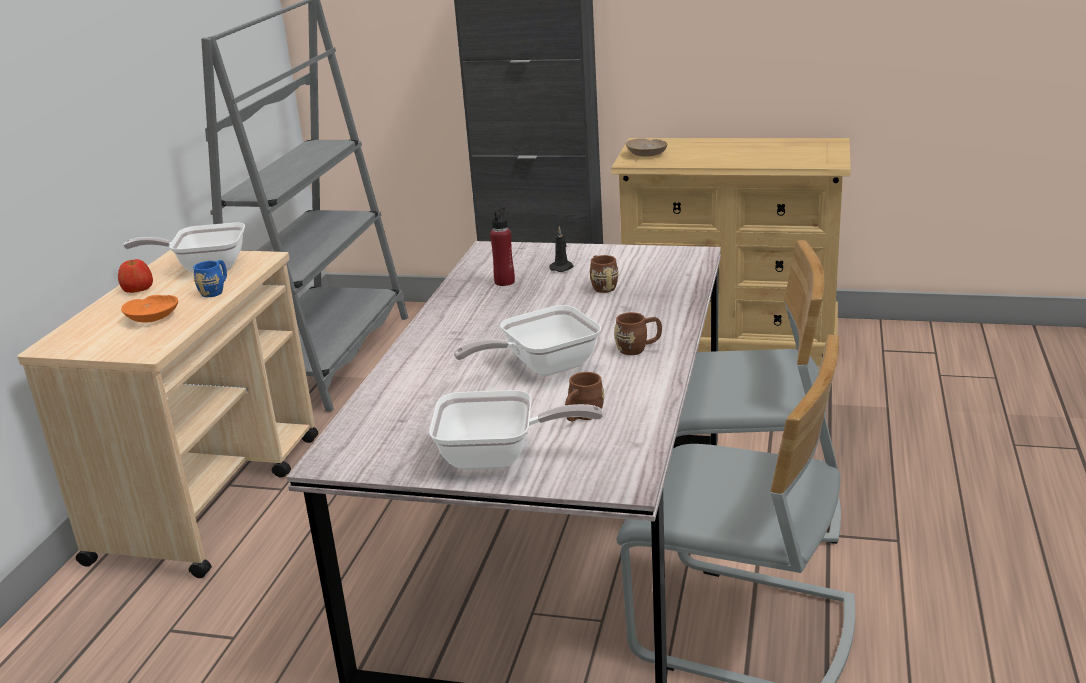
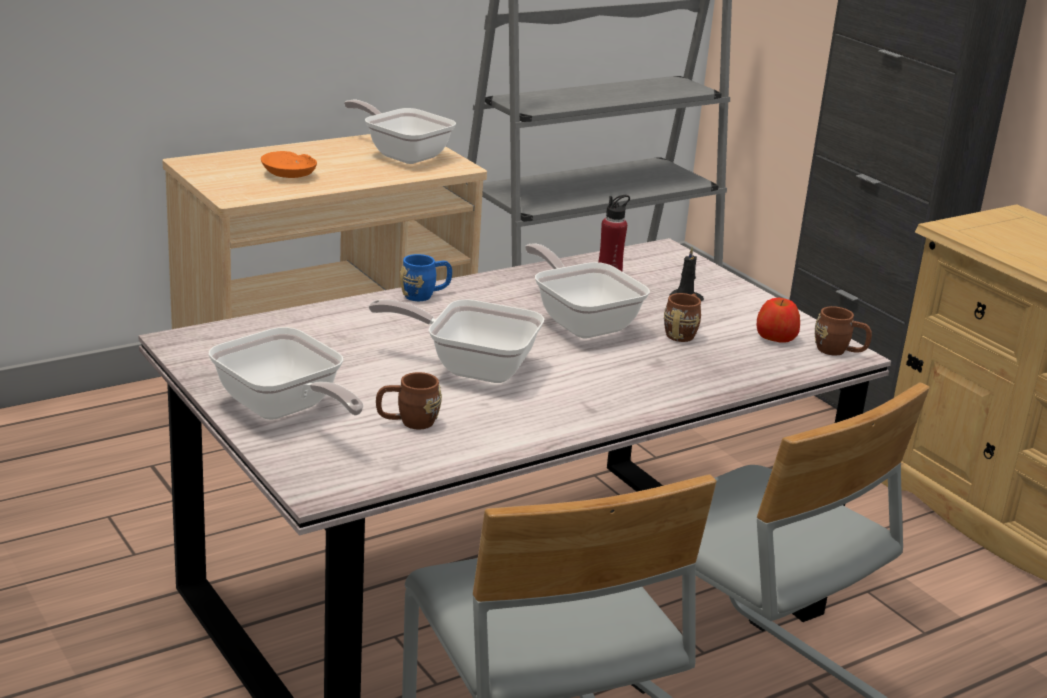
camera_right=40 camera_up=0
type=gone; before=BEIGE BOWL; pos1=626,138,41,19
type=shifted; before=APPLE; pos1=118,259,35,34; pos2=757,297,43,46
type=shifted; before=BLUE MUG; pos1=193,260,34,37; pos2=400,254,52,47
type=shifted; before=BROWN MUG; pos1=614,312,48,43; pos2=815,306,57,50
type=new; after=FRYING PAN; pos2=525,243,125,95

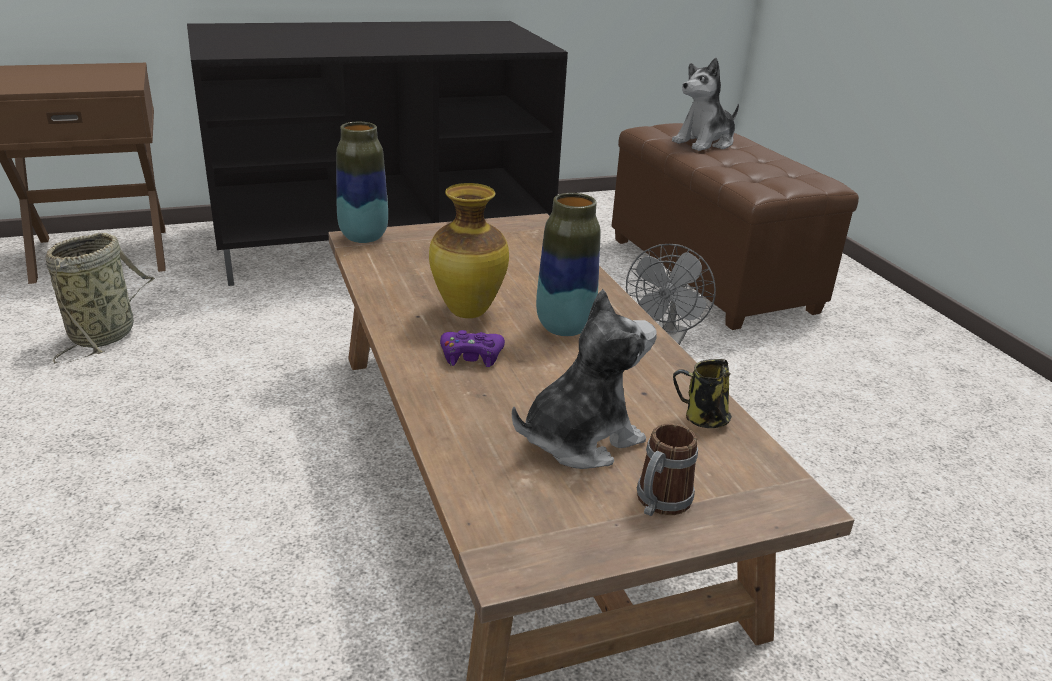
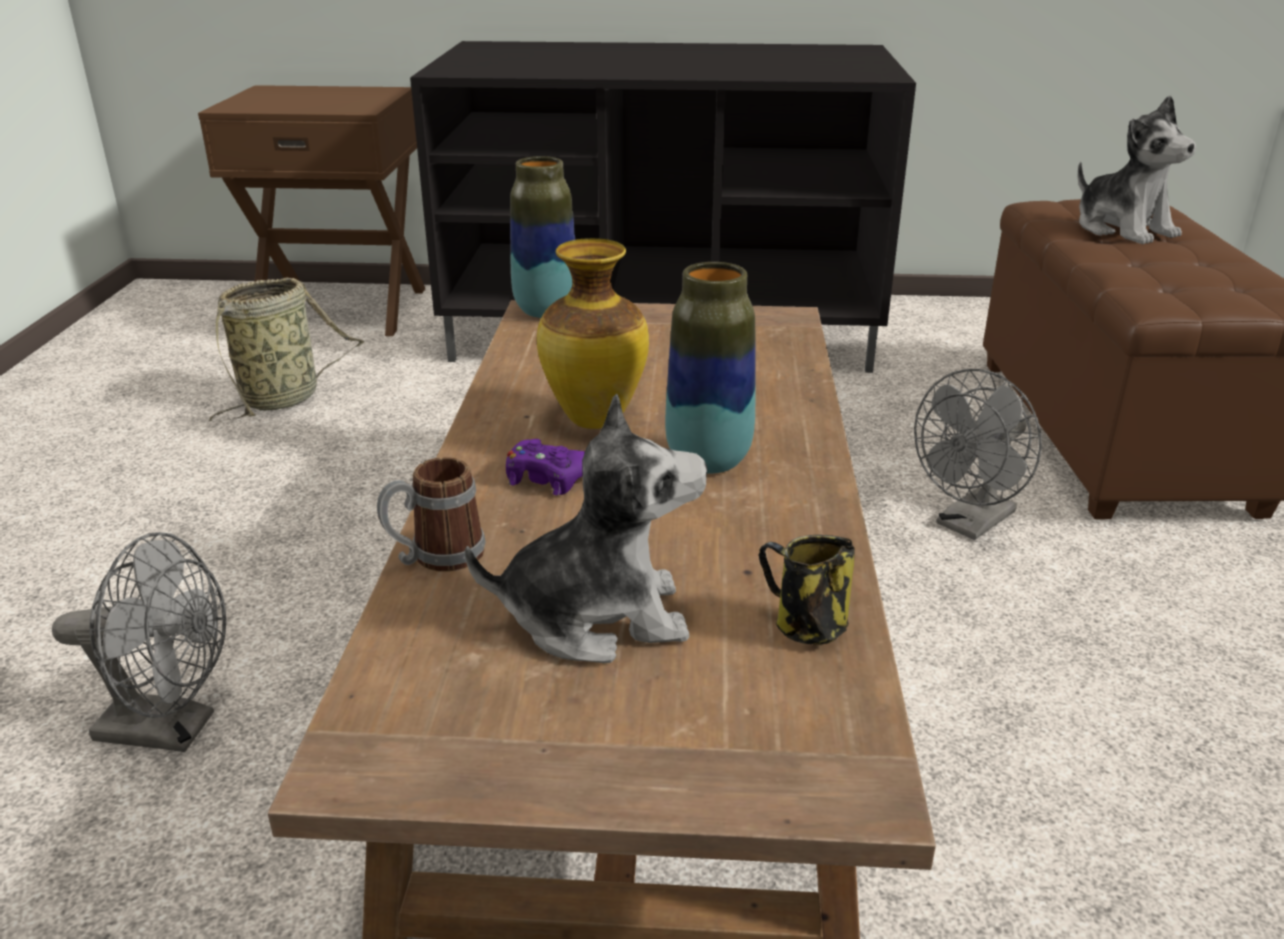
camera_right=25 camera_up=0
type=rotated; before=PLUSH TOY; pos1=672,58,67,93; pos2=1078,95,118,149; turn=-105
type=shifted; before=MUG; pos1=637,423,61,93; pos2=377,457,109,115
type=new; after=GREY FAN; pos2=52,532,174,220

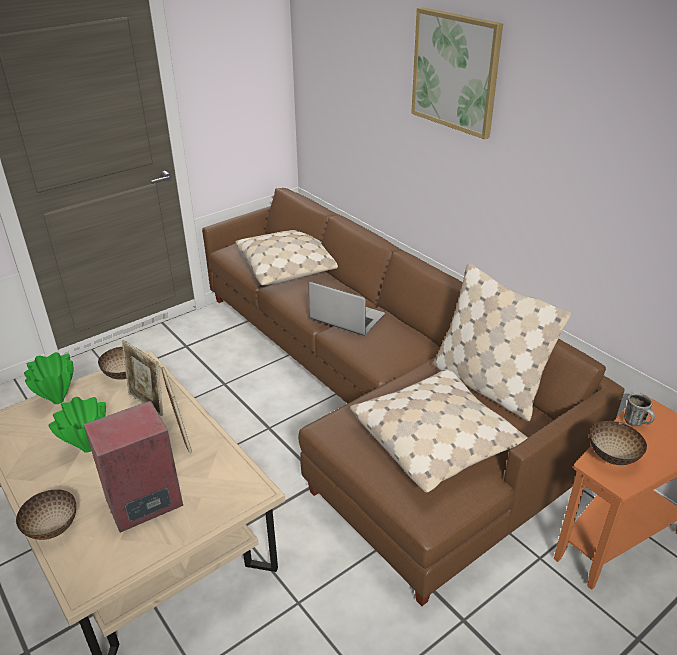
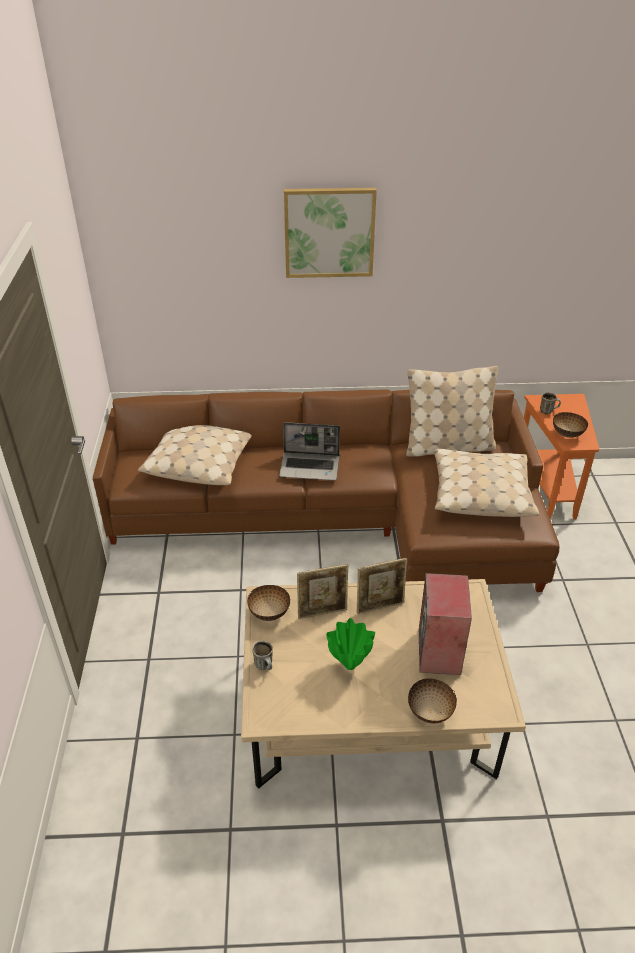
camera_right=-55 camera_up=5
type=rotated; before=LAPTOP; pos1=308,281,77,55; pos2=279,422,61,59; turn=-150
type=swapped; before=GREEN VASE; after=MUG; pos1=24,352,49,52; pos2=252,641,21,29
type=rotated; before=PICTURE FRAME; pos1=162,367,30,86; pos2=357,558,50,56; turn=150

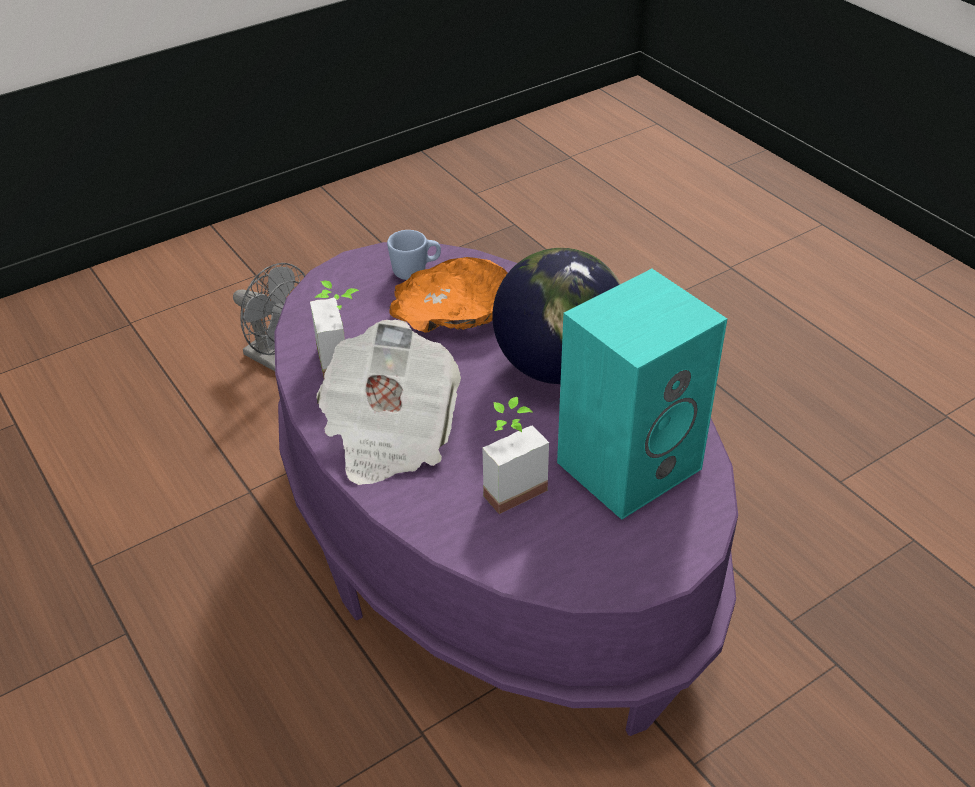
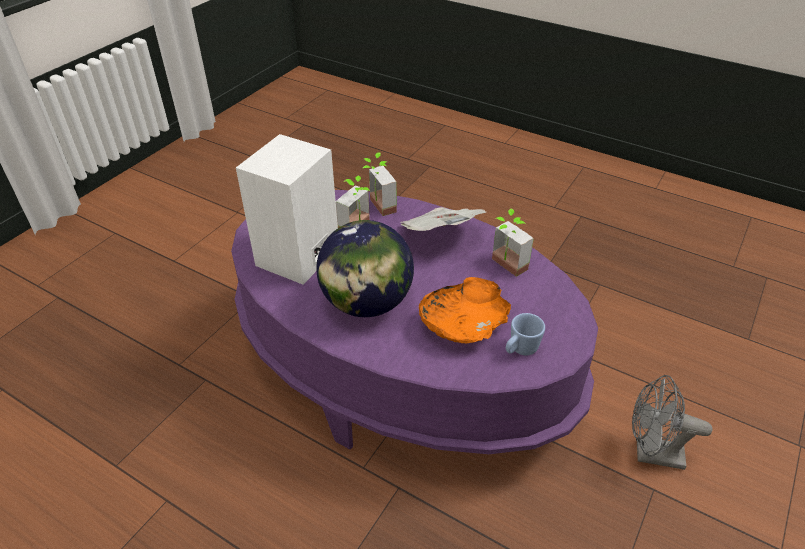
camera_right=155 camera_up=0
type=repainted; before=TURQUOISE SPEAKER; after=WHITE SPEAKER; pos1=557,269,170,251; pos2=236,134,102,151
type=new; after=POTTED PLANT; pos2=363,152,34,64

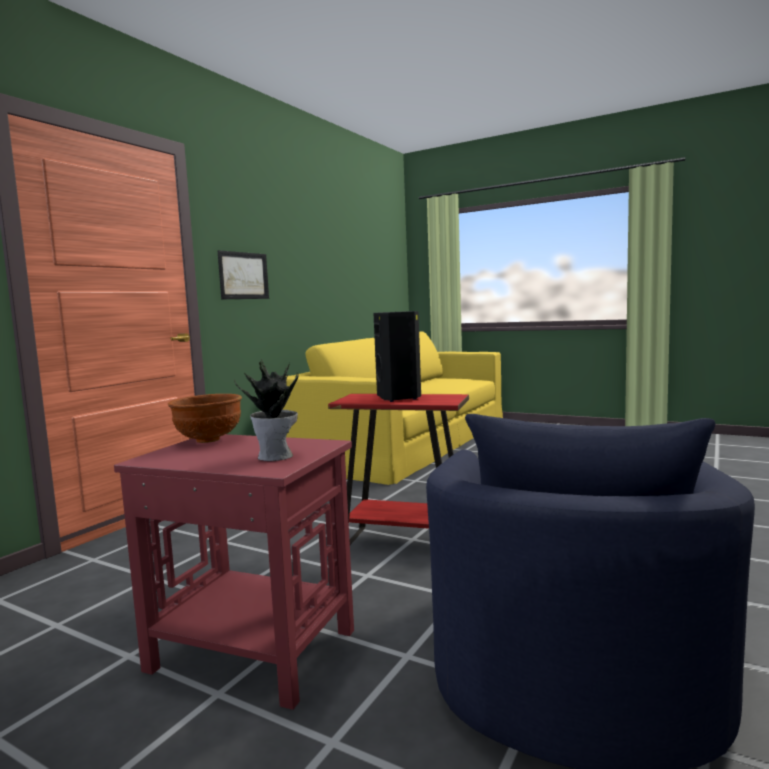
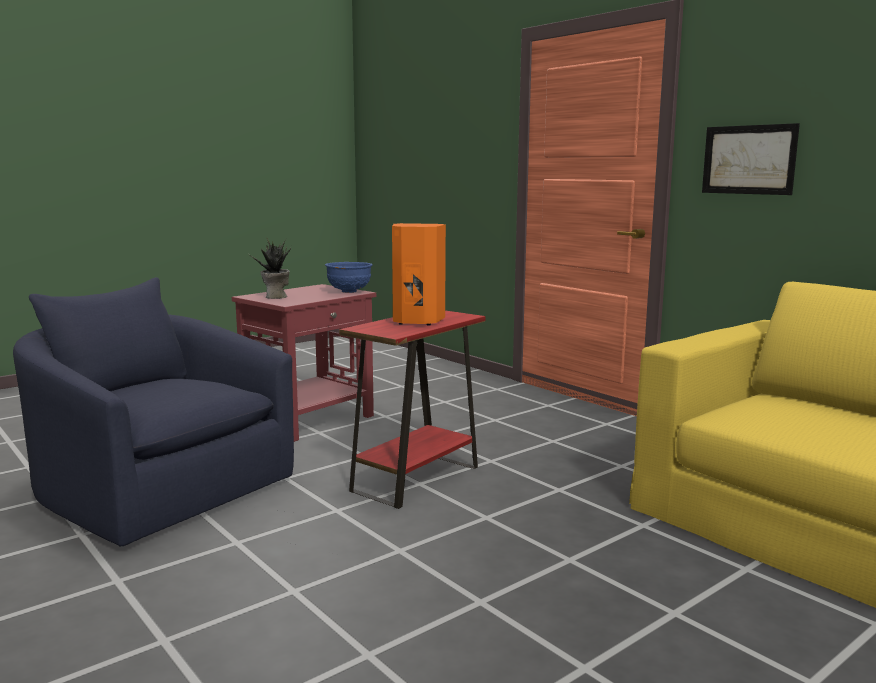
camera_right=110 camera_up=5
type=repainted; before=BLACK SPEAKER; after=ORANGE SPEAKER; pos1=373,311,48,91; pos2=392,223,54,103
type=repainted; before=BROWN BOWL; after=BLUE BOWL; pos1=168,394,74,49; pos2=325,262,48,31

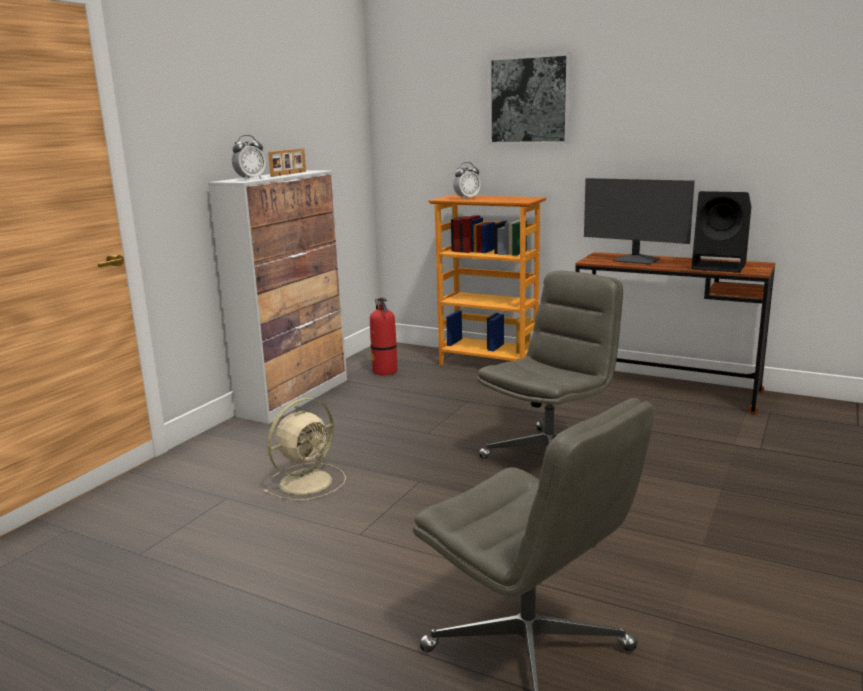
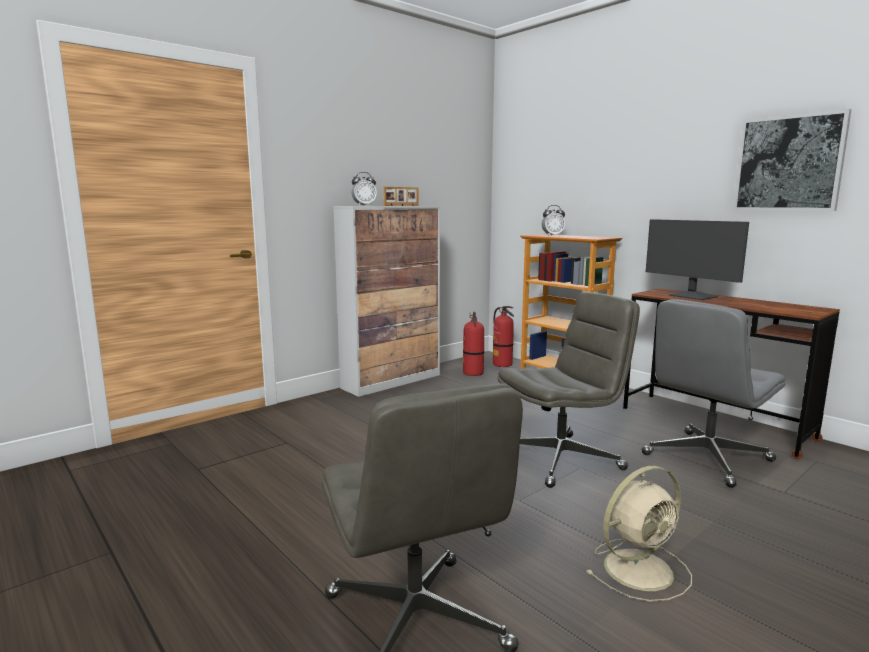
camera_right=20 camera_up=-5
type=shifted; before=PICTURE; pos1=488,52,84,93; pos2=733,109,118,102
type=gone; before=BLACK SPEAKER; pos1=691,191,60,82
type=shifted; before=BEIGE FAN; pos1=264,398,82,103; pos2=586,466,106,136
type=new; after=GREY OFFICE CHAIR; pos2=642,299,143,189
type=new; after=FIRE EXTINGUISHER; pos2=493,306,21,61

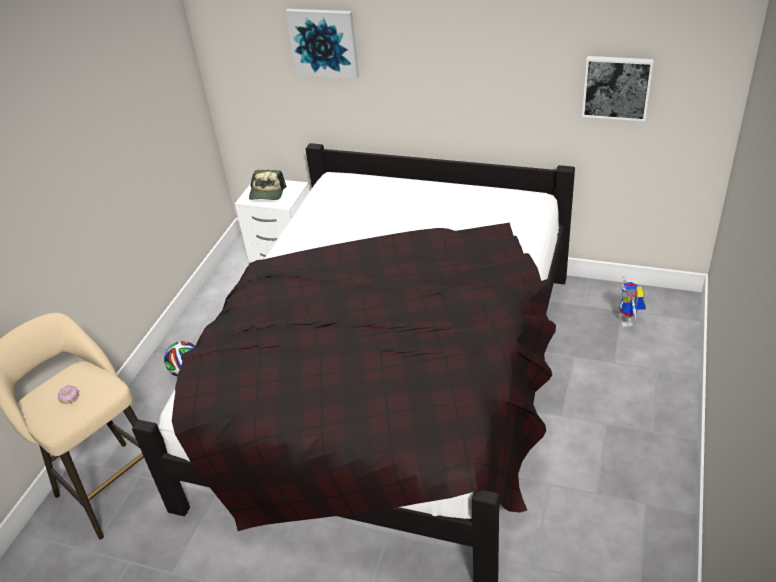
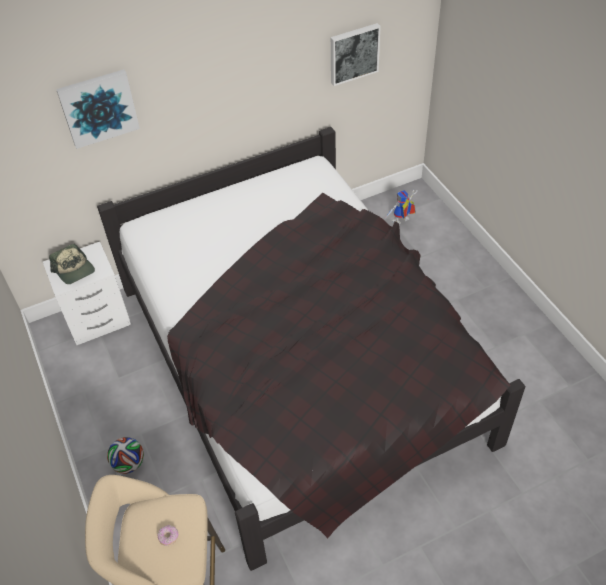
camera_right=-45 camera_up=10
type=rotated; before=TOY ROBOT; pos1=618,275,28,52; pos2=386,190,32,34; turn=105

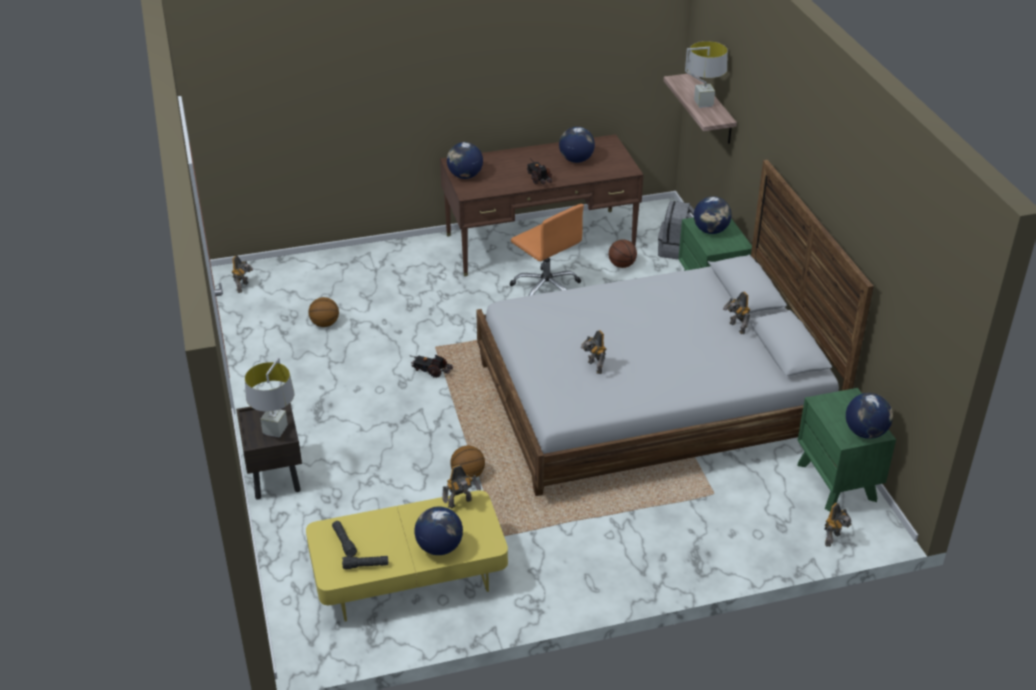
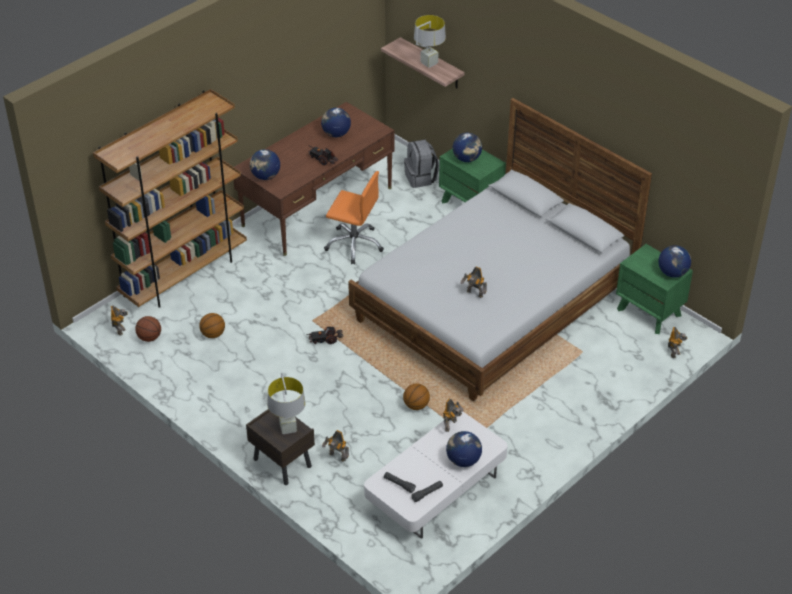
camera_right=-30 camera_up=5
type=shifted; before=BASKETBALL; pos1=609,239,28,29; pos2=135,316,26,26
type=shifted; before=TOY ROBOT; pos1=723,292,28,42; pos2=322,430,27,31
type=repainted; before=YELLOW COFFEE TABLE; after=WHITE COFFEE TABLE; pos1=306,490,202,131; pos2=364,412,143,127
type=new; after=BROWN BOOKCASE; pos2=93,89,154,219

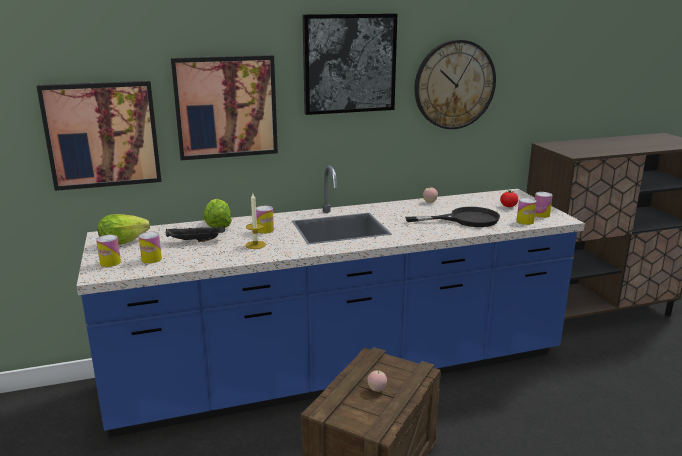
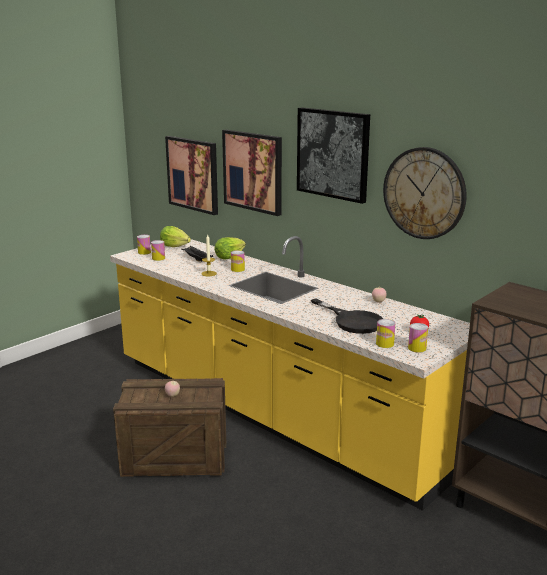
camera_right=60 camera_up=0
type=repainted; before=BLUE COUNTER; after=YELLOW COUNTER; pos1=76,165,509,272; pos2=110,236,360,275

